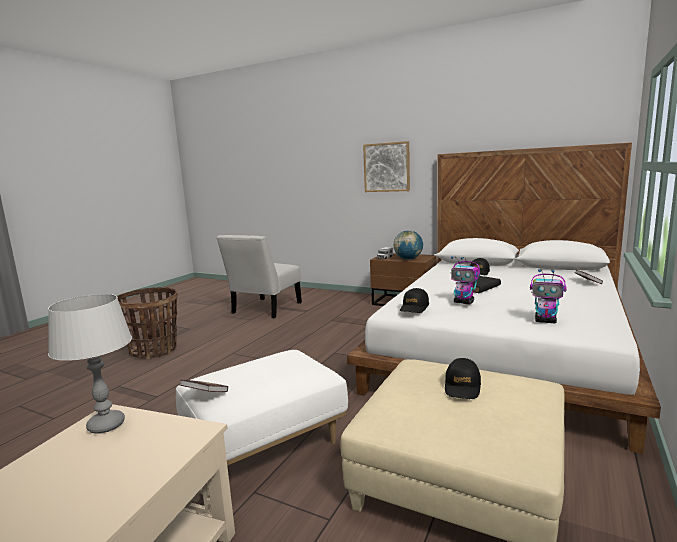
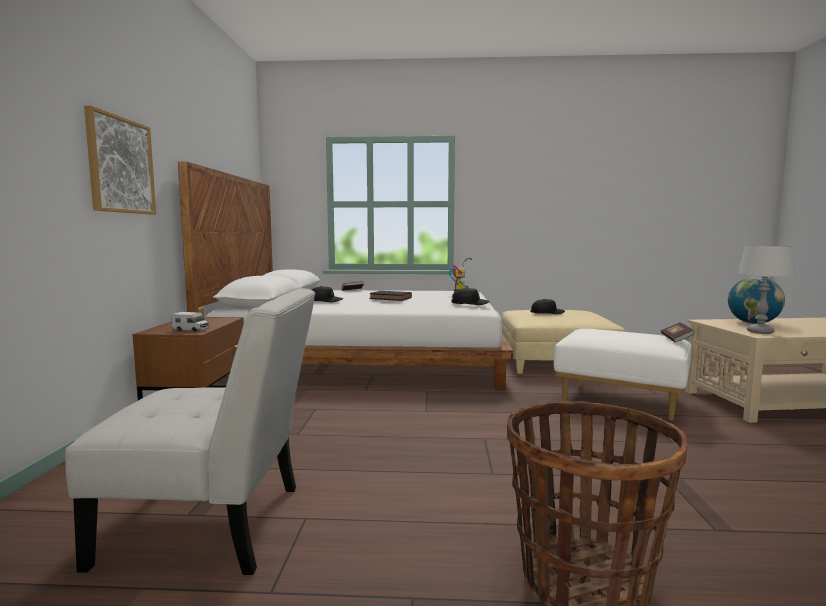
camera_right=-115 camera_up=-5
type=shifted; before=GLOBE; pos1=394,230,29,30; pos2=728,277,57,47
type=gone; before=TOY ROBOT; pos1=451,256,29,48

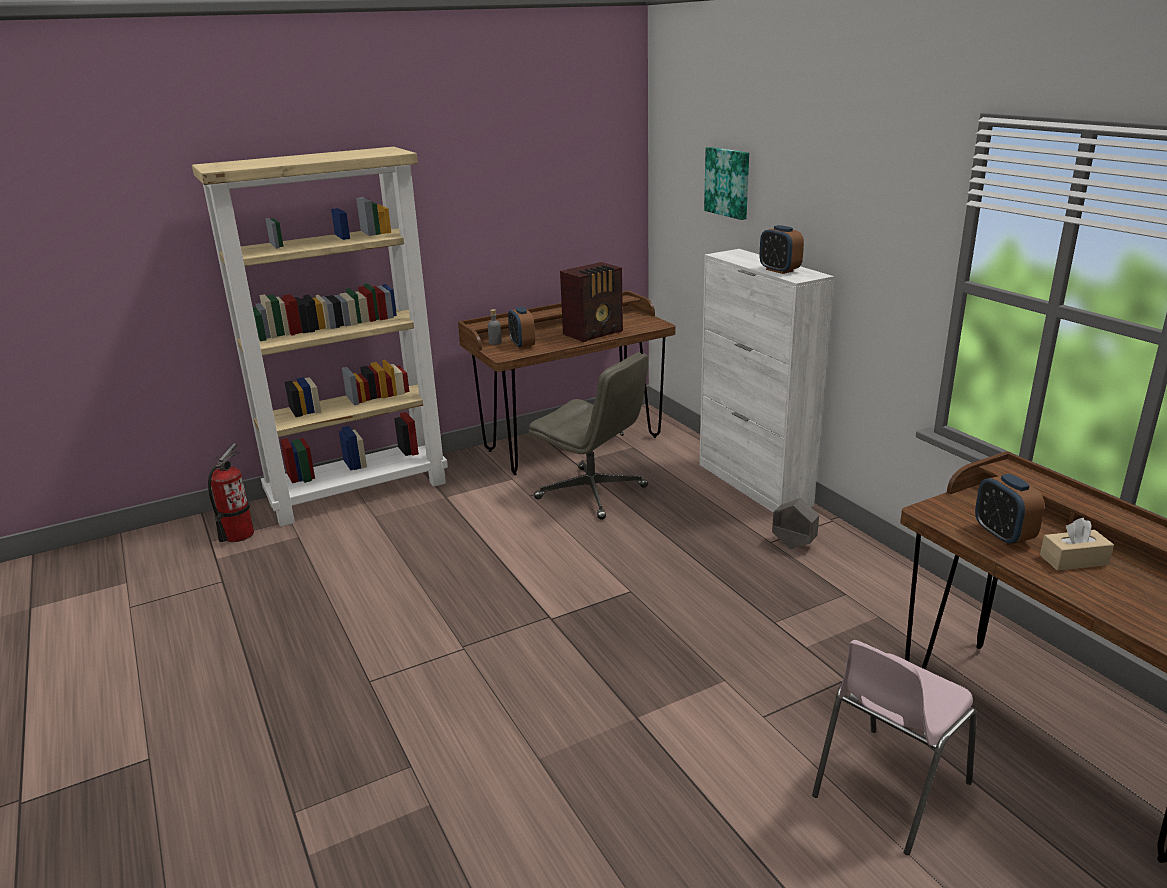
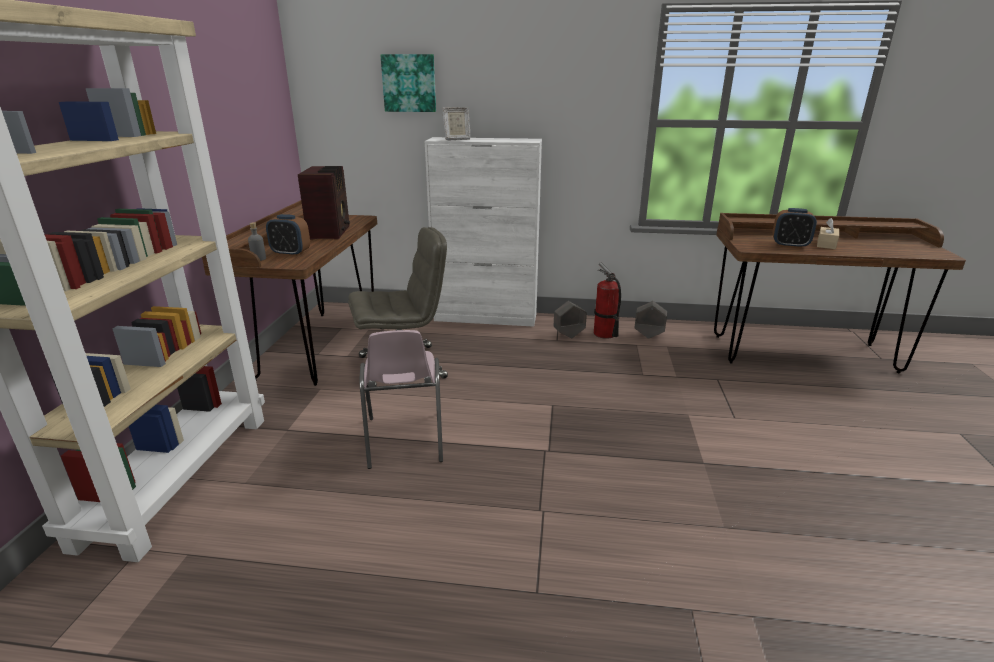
camera_right=-55 camera_up=0
type=gone; before=ALARM CLOCK; pos1=760,225,44,49
type=shifted; before=FIRE EXTINGUISHER; pos1=208,443,46,99; pos2=594,262,27,77
type=shifted; before=PINK CHAIR; pos1=812,640,165,215; pos2=359,330,84,139
type=new; after=PICTURE FRAME; pos2=442,107,28,33
type=new; after=GREY PLANTER; pos2=634,301,33,38

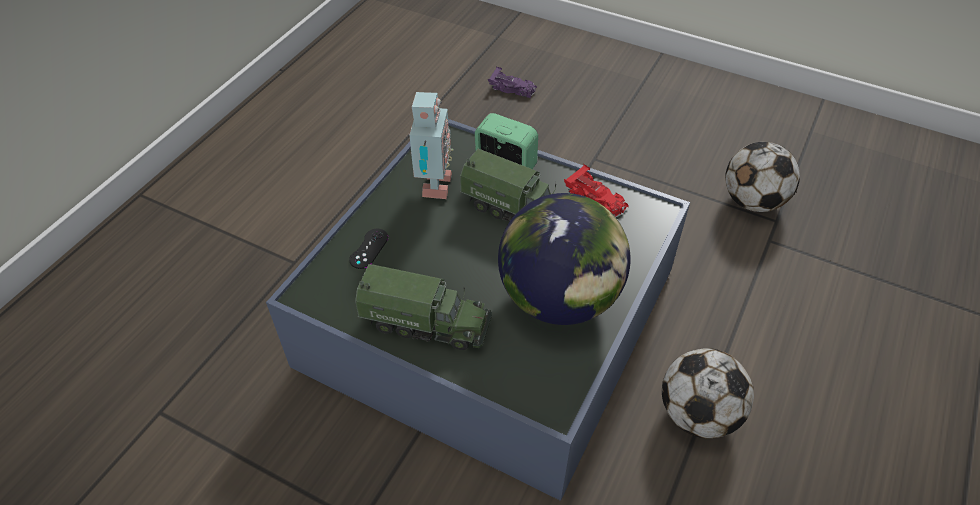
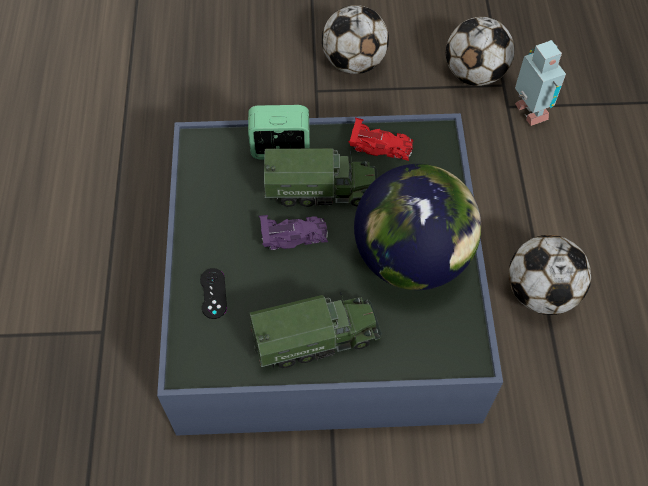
camera_right=-30 camera_up=10
type=shifted; before=PURPLE TOY CAR; pos1=488,67,49,31; pos2=259,215,69,35
type=shifted; before=TOY ROBOT; pos1=409,92,45,107; pos2=515,40,51,86
type=new; after=FOOTBALL; pos2=322,5,67,69

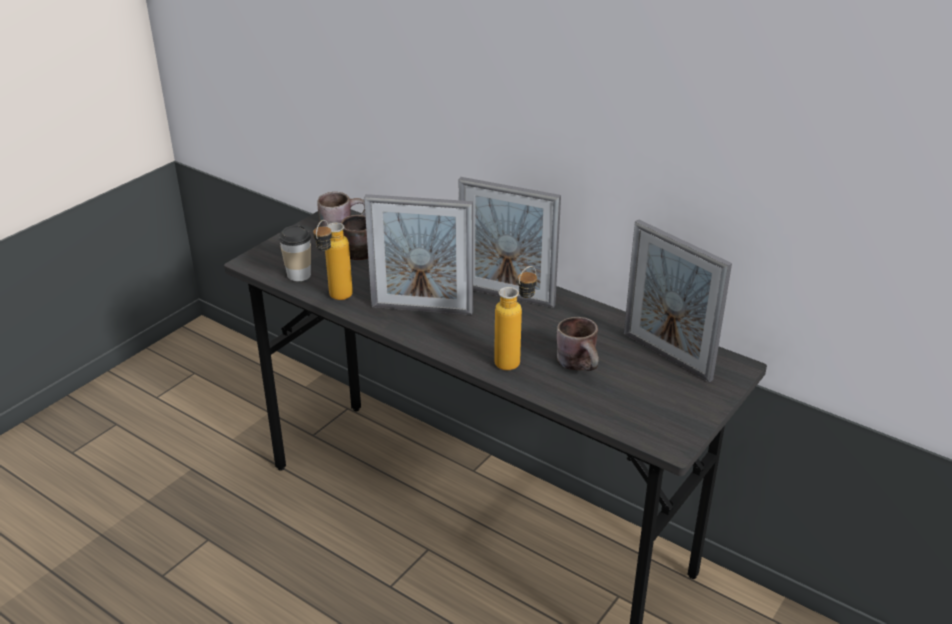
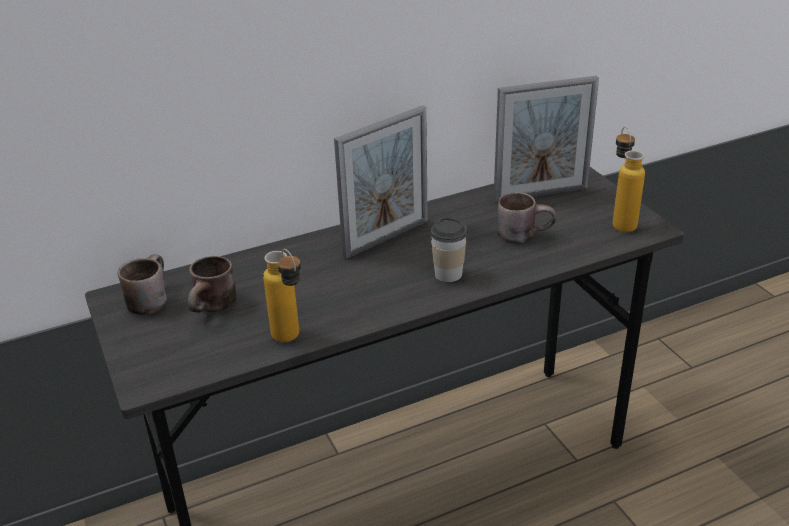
camera_right=-60 camera_up=0
type=gone; before=PICTURE FRAME; pos1=364,194,109,121
type=shifted; before=CUP; pos1=279,225,32,56; pos2=430,217,37,65
type=shifted; before=BOTTLE; pos1=494,266,43,104; pos2=613,126,32,106

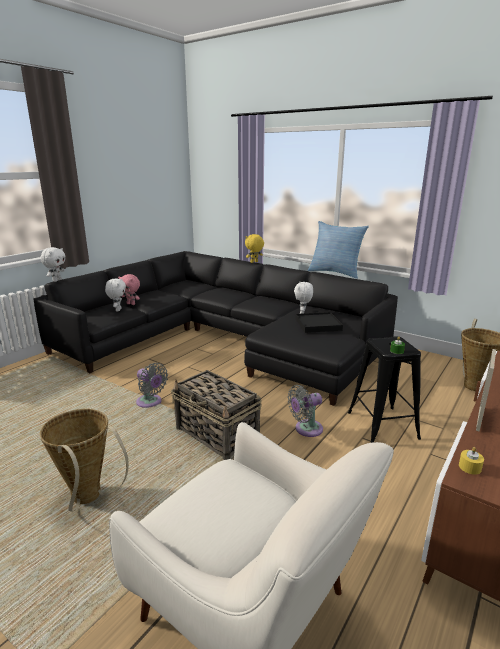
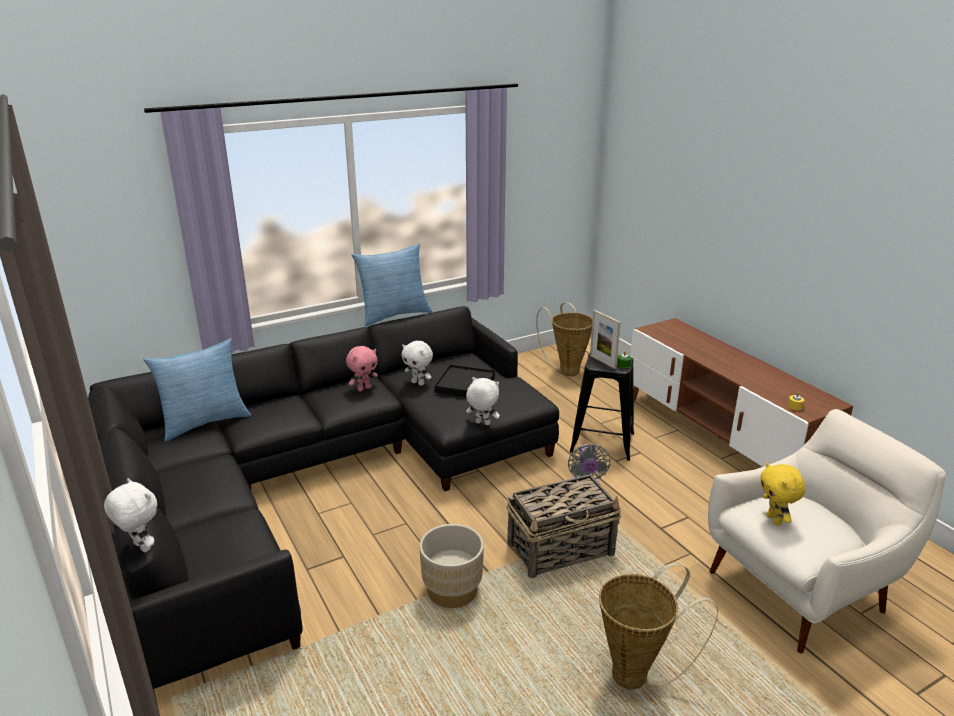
camera_right=-65 camera_up=5
type=shifted; before=YELLOW PLUSH TOY; pos1=245,234,19,29; pos2=760,462,46,64
type=shifted; before=PINK PLUSH TOY; pos1=118,274,22,31; pos2=346,346,32,46
type=shifted; before=WHITE PLUSH TOY; pos1=105,278,21,33; pos2=466,377,34,48
type=shifted; before=PICTURE FRAME; pos1=476,349,20,83; pos2=590,310,31,59
type=swapped; before=GREY FAN; after=BEIGE PLANTER; pos1=136,363,32,45; pos2=419,524,65,84
type=new; after=PILLOW; pos2=143,338,108,103

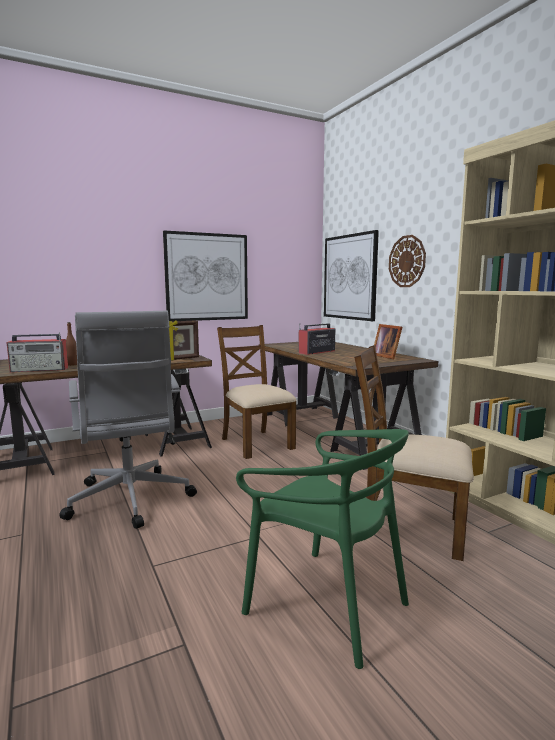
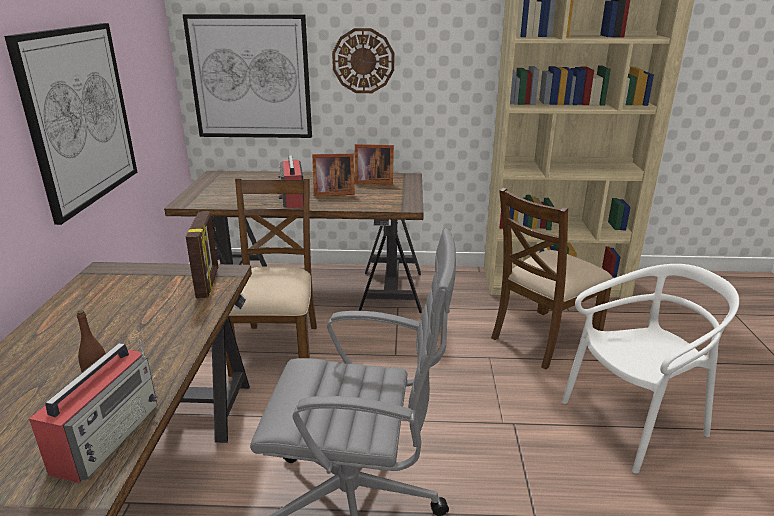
camera_right=-60 camera_up=15
type=rotated; before=BROWN CHAIR; pos1=217,325,80,134; pos2=225,179,92,198; turn=90
type=repainted; before=GREEN CHAIR; after=WHITE CHAIR; pos1=236,429,173,240; pos2=562,264,177,209
type=new; after=PICTURE FRAME; pos2=312,154,43,42

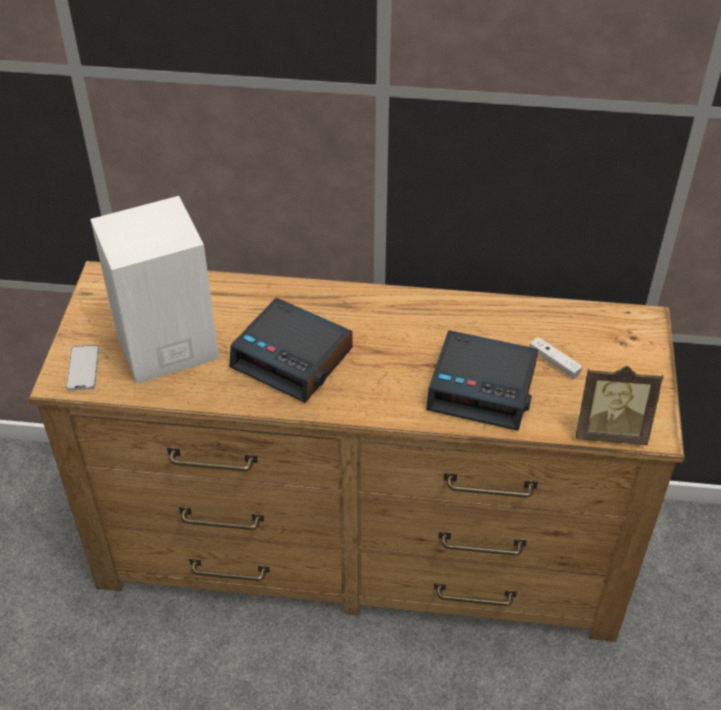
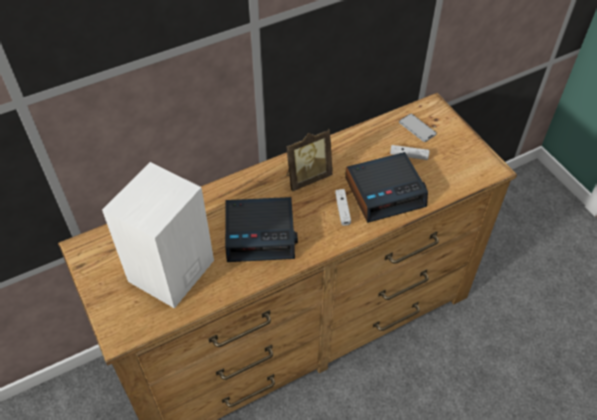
camera_right=-35 camera_up=5
type=shifted; before=PHONE; pos1=66,345,33,45; pos2=399,114,38,28
type=shifted; before=PICTURE FRAME; pos1=576,366,87,79; pos2=286,129,46,63
type=new; after=WHITE GAME CONTROLLER; pos2=335,189,16,37

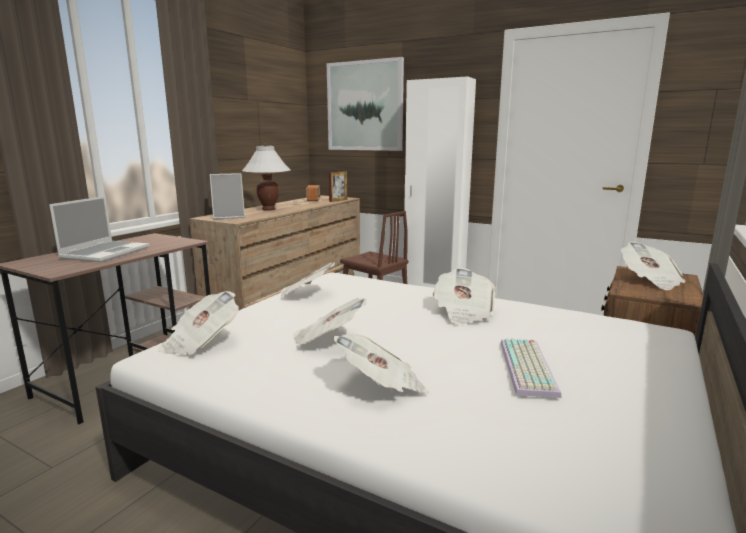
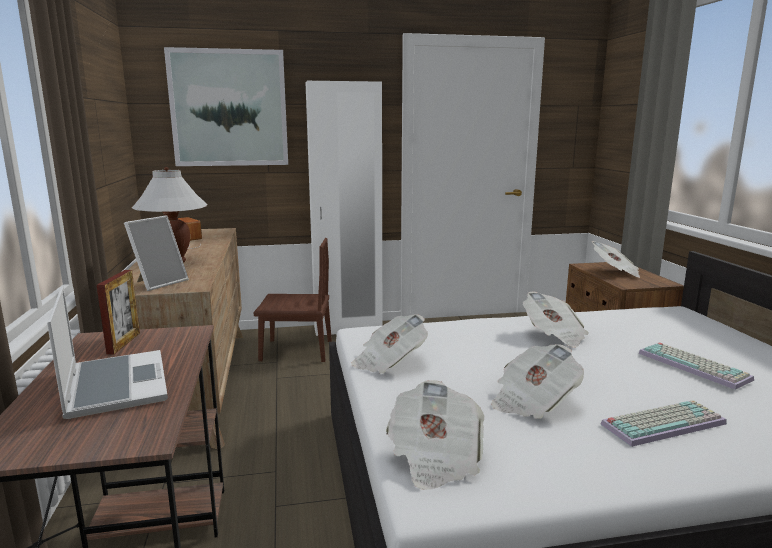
camera_right=-40 camera_up=0
type=shifted; before=PICTURE FRAME; pos1=329,171,18,31; pos2=97,270,43,84
type=swapped; before=NEWSPAPER; after=KEYBOARD; pos1=333,334,96,60; pos2=601,400,126,47

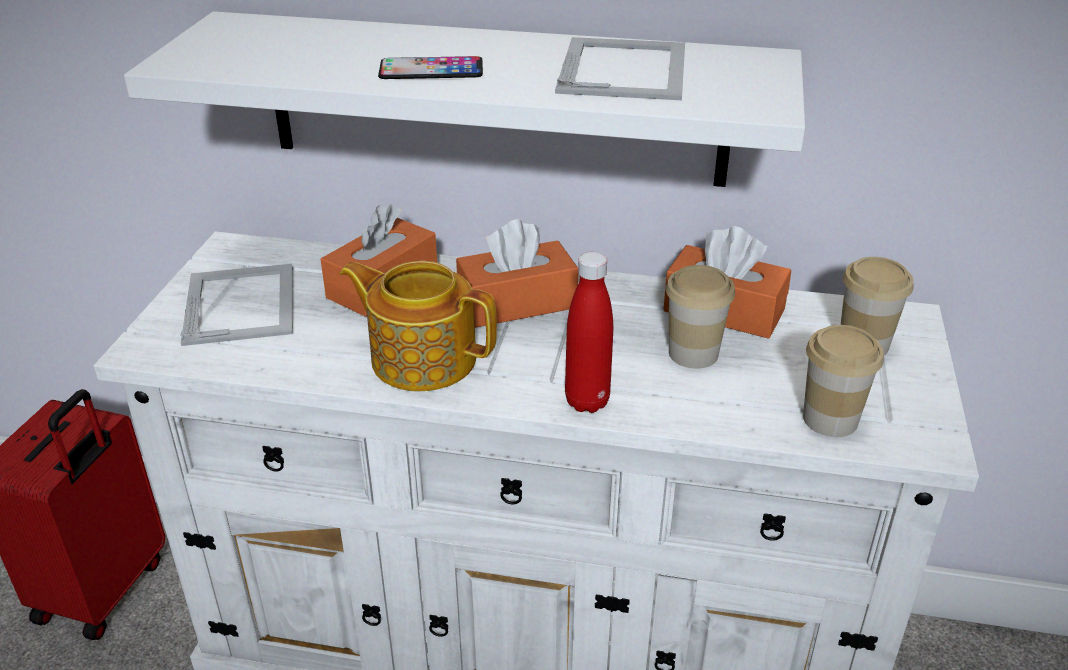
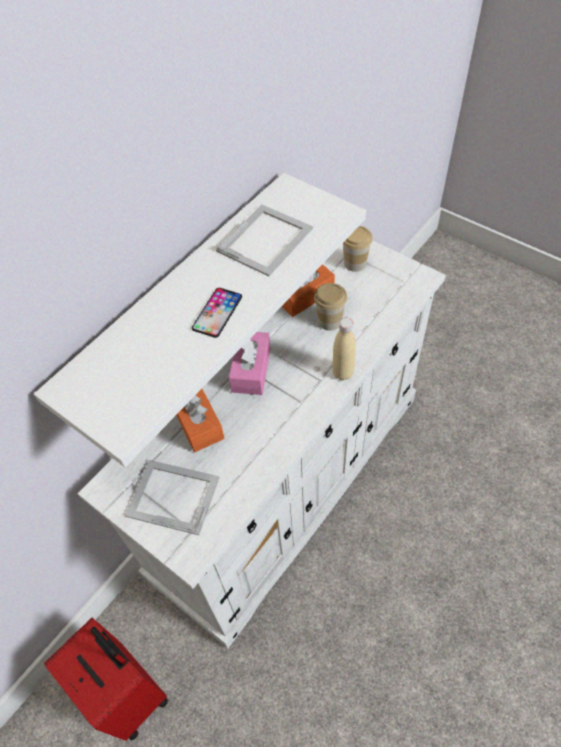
camera_right=-60 camera_up=20
type=rotated; before=PICTURE FRAME; pos1=555,37,130,63; pos2=216,204,97,72; turn=90
type=repainted; before=ORANGE TISSUE BOX; after=PINK TISSUE BOX; pos1=456,219,122,109; pos2=229,332,42,63
type=repainted; before=RED BOTTLE; after=BEIGE BOTTLE; pos1=565,252,48,161; pos2=332,318,24,62
type=gone; before=TEAPOT; pos1=340,261,157,130
type=gone; before=CUP; pos1=803,325,81,112

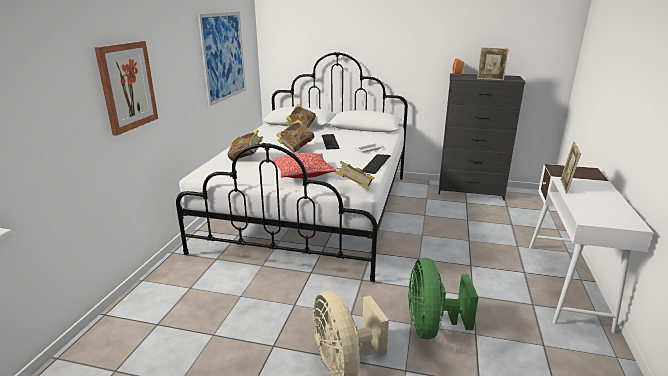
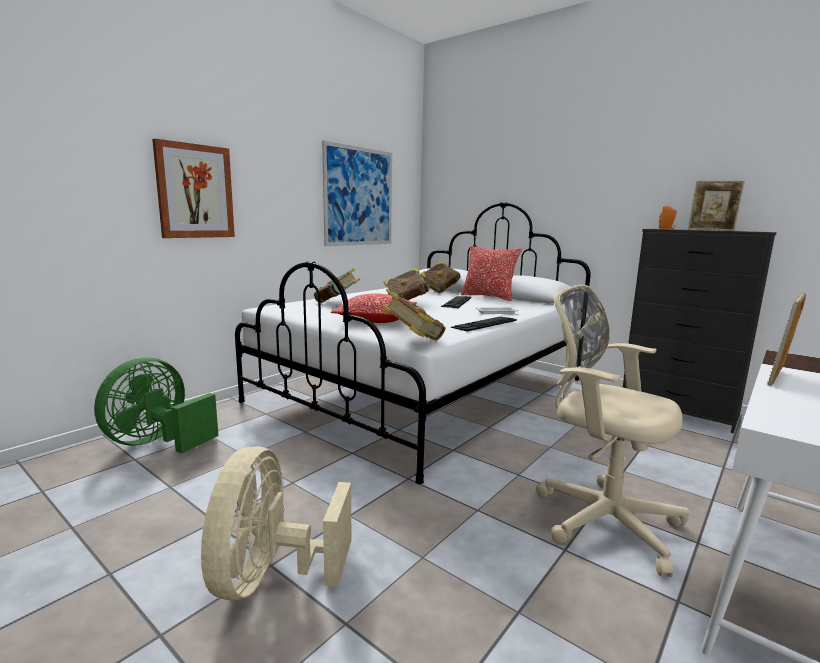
camera_right=25 camera_up=-10
type=shifted; before=GREEN FAN; pos1=408,258,71,81; pos2=94,358,124,95
type=new; after=PILLOW; pos2=461,246,60,55
type=new; after=BEIGE OFFICE CHAIR; pos2=536,285,154,292

